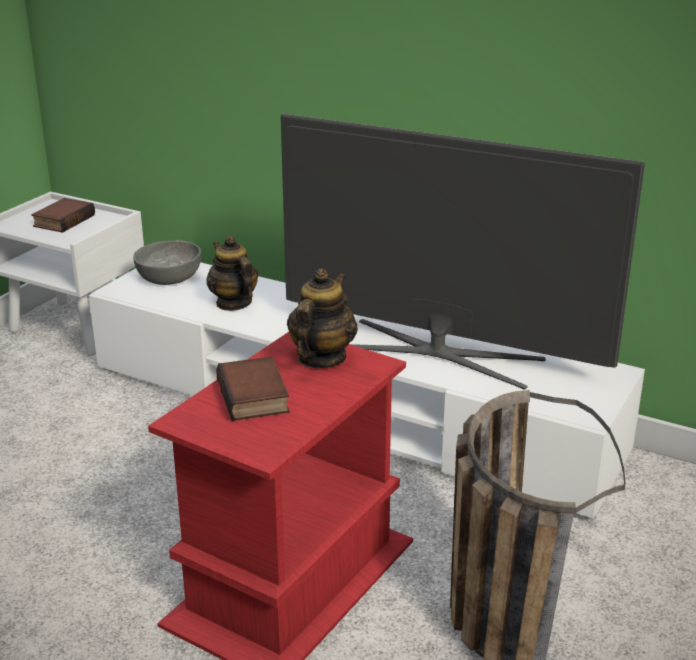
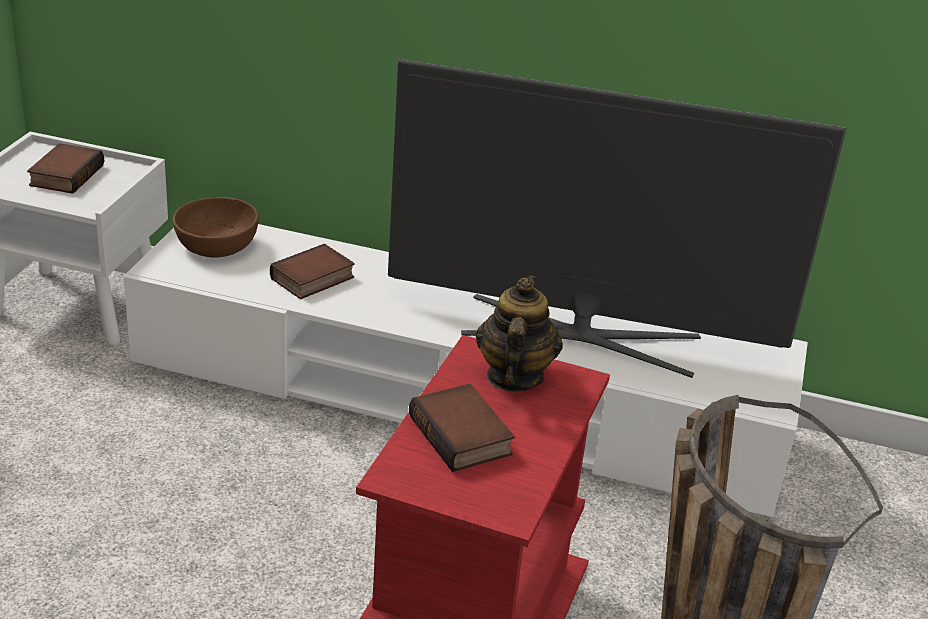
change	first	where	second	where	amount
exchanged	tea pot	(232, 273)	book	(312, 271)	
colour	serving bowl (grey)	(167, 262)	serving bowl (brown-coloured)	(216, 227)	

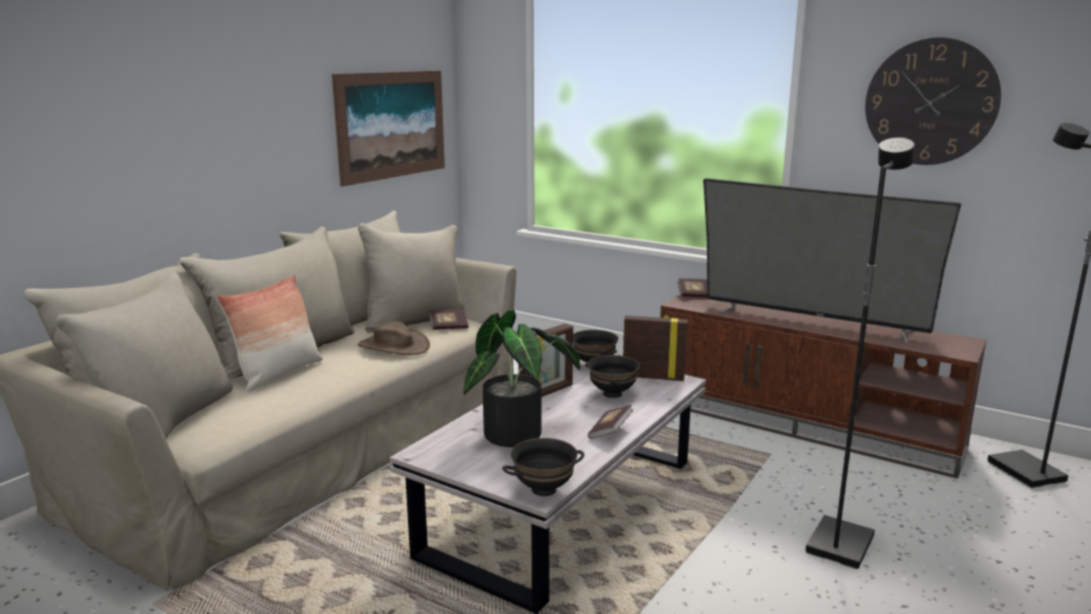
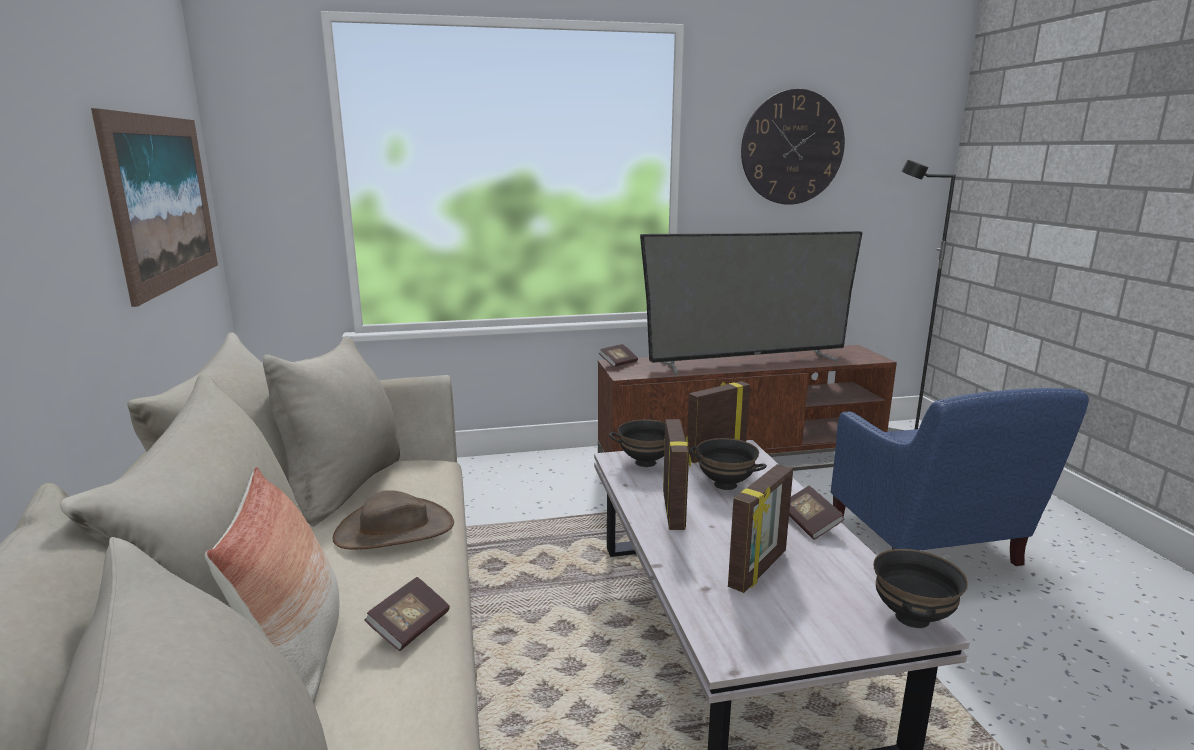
change	first	where	second	where	amount
exchanged	standard lamp (blackish)	(860, 353)	armchair (blue-coloured)	(960, 477)	
relocated	book	(449, 319)		(407, 614)	
exchanged	potted plant	(521, 378)	photo frame	(760, 528)	

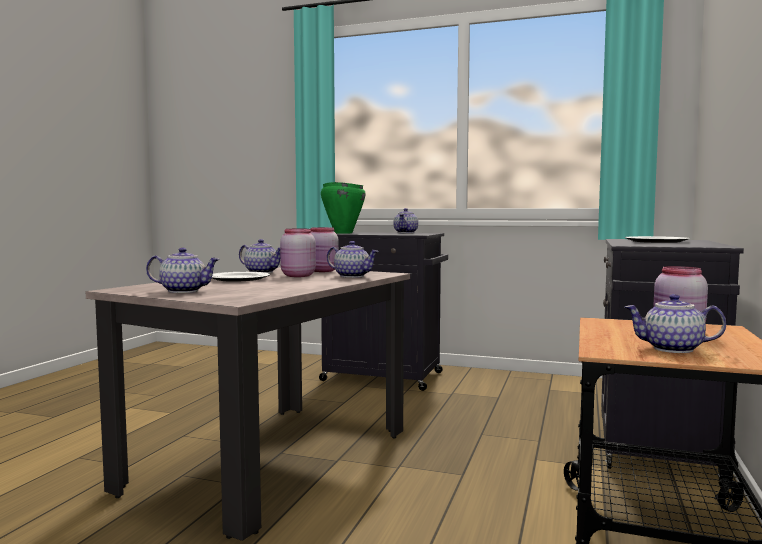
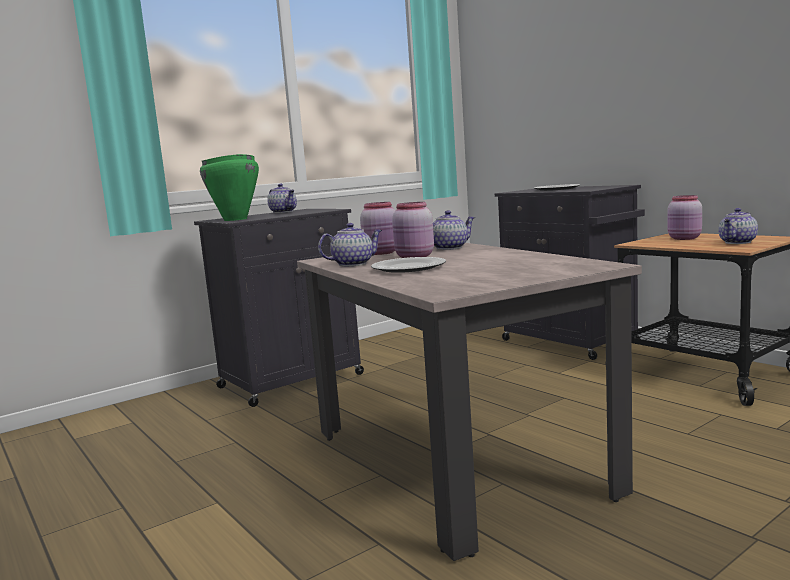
change	first	where	second	where	amount
missing	tea pot	(183, 270)			

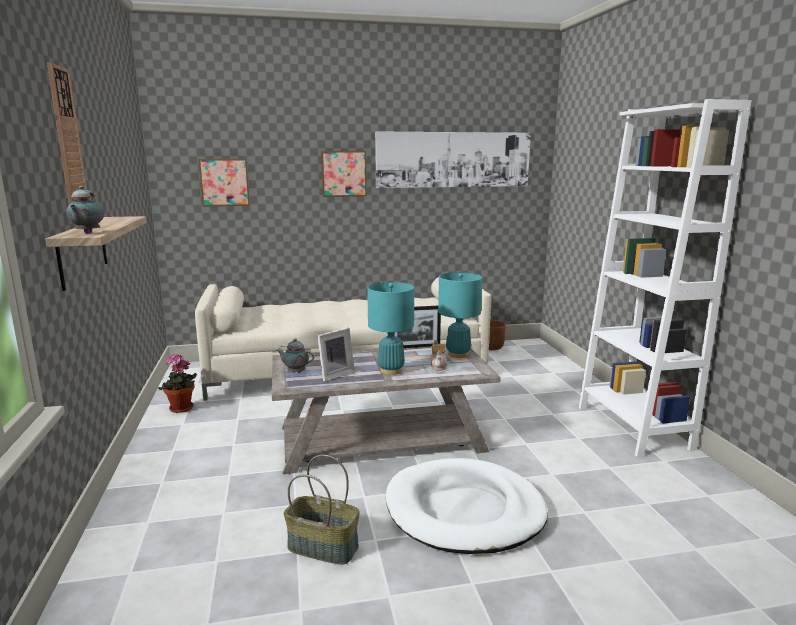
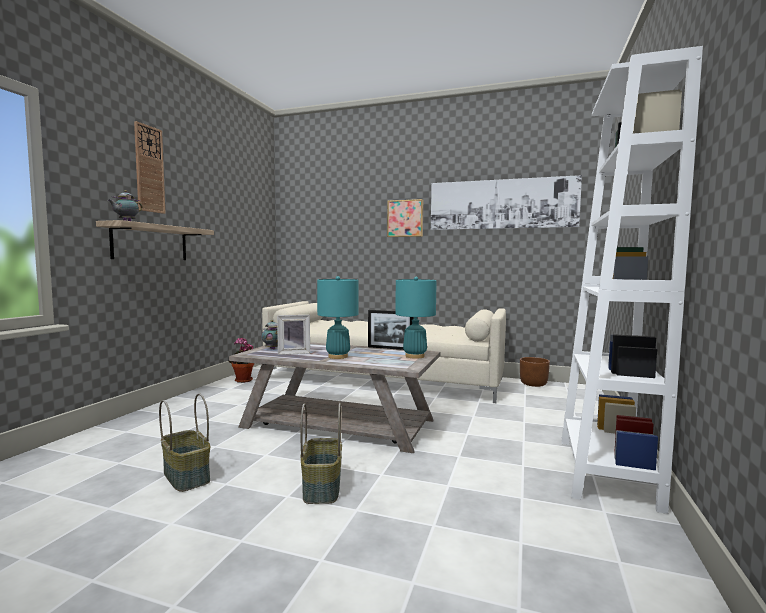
change	first	where	second	where	amount
missing	wall art	(224, 183)			
missing	tea pot	(438, 355)			
exchanged	pet bed (white-coloured)	(467, 506)	basket	(321, 453)	

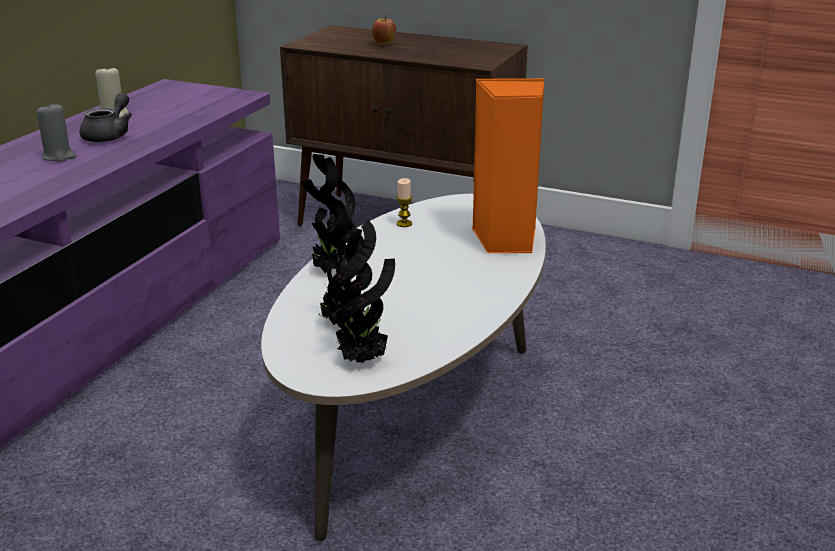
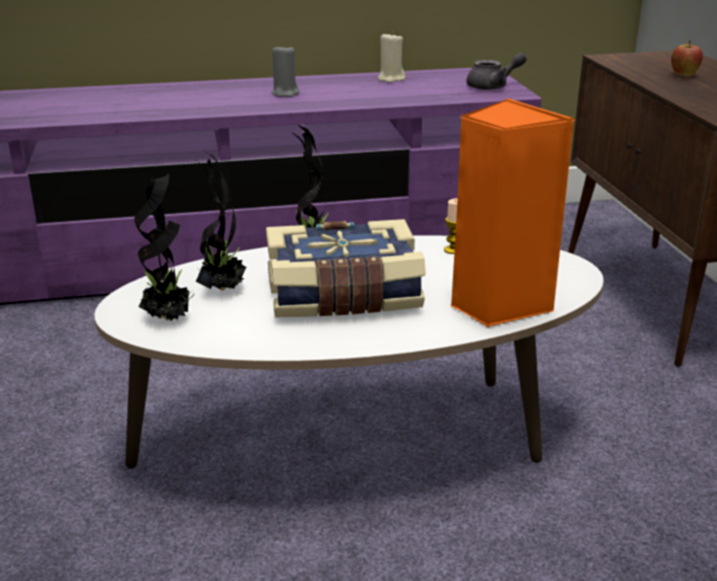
change	first	where	second	where	amount
relocated	tea pot (grey)	(106, 117)		(496, 71)	
appeared			book	(346, 268)	

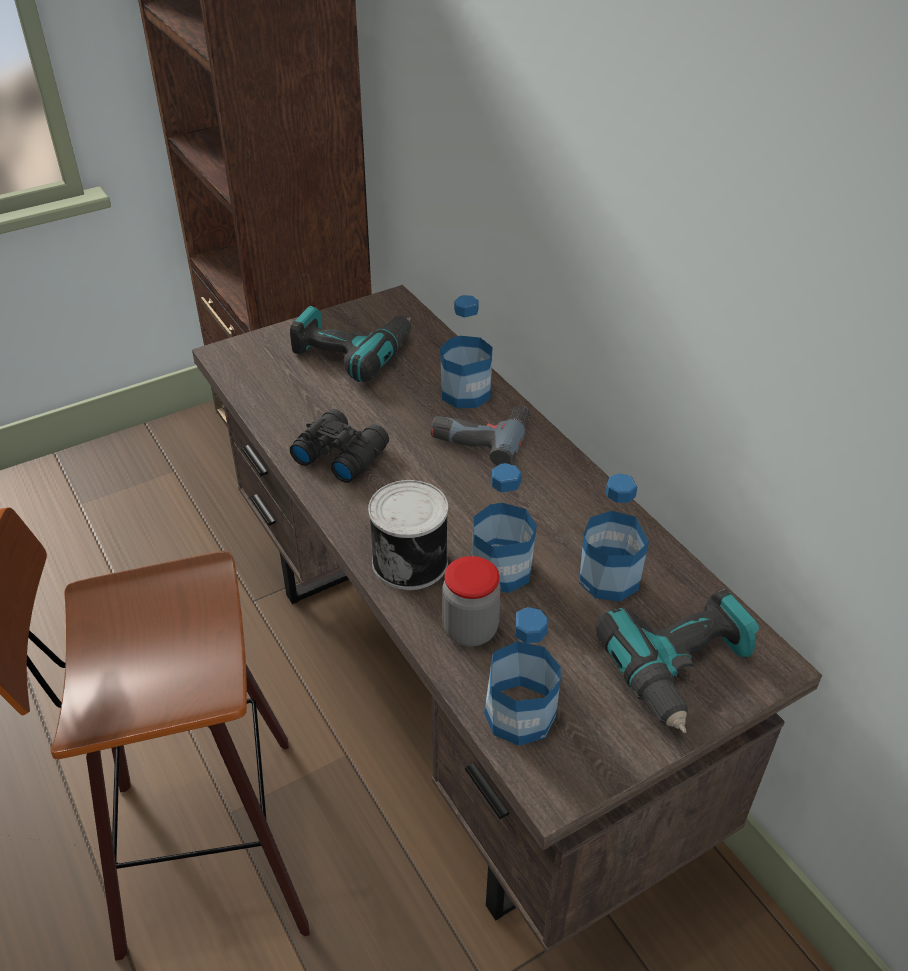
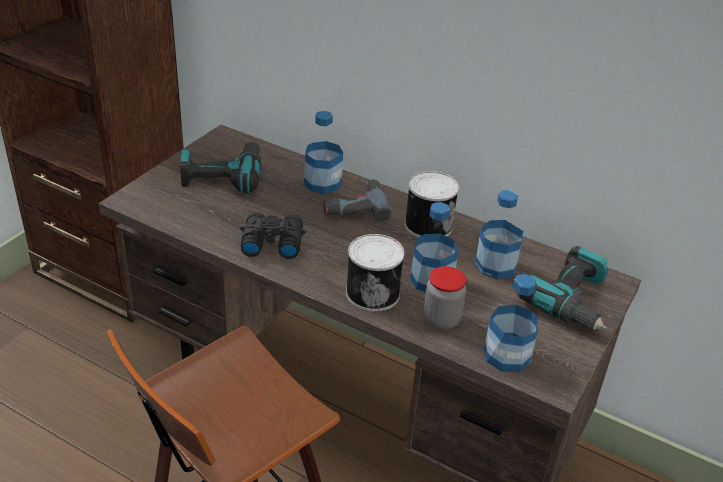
change	first	where	second	where	amount
appeared			sealed can	(432, 204)	

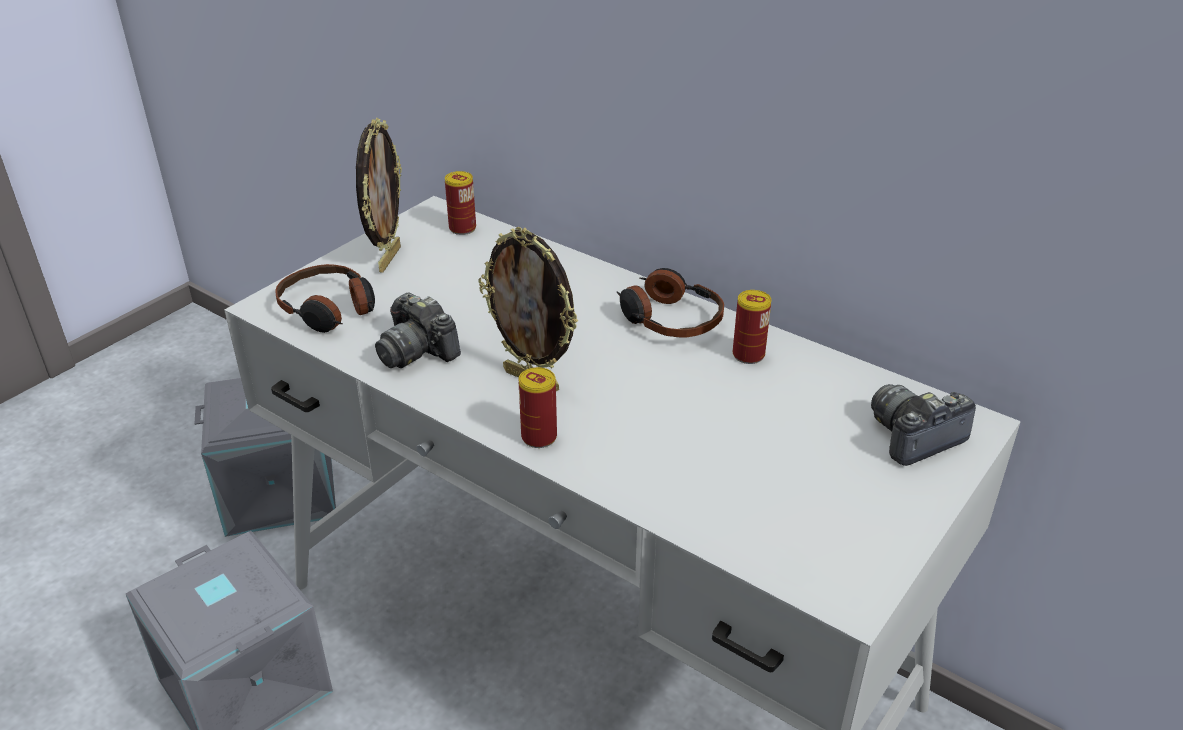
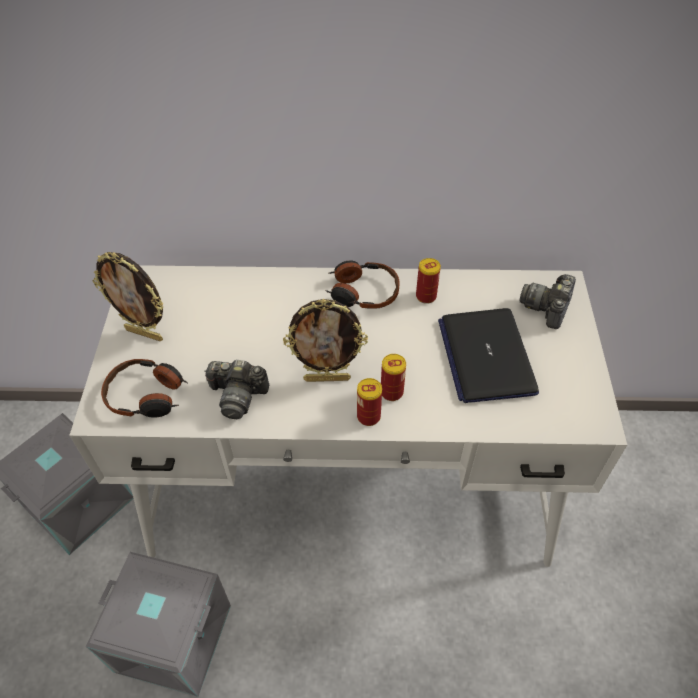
change	first	where	second	where	amount
spun	photo frame	(379, 195)		(128, 296)	135 degrees clockwise
relocated	sealed can	(460, 203)		(393, 377)	
appeared			laptop	(488, 355)	

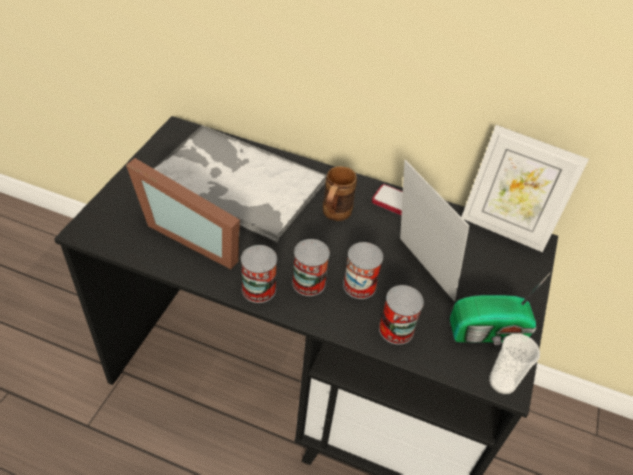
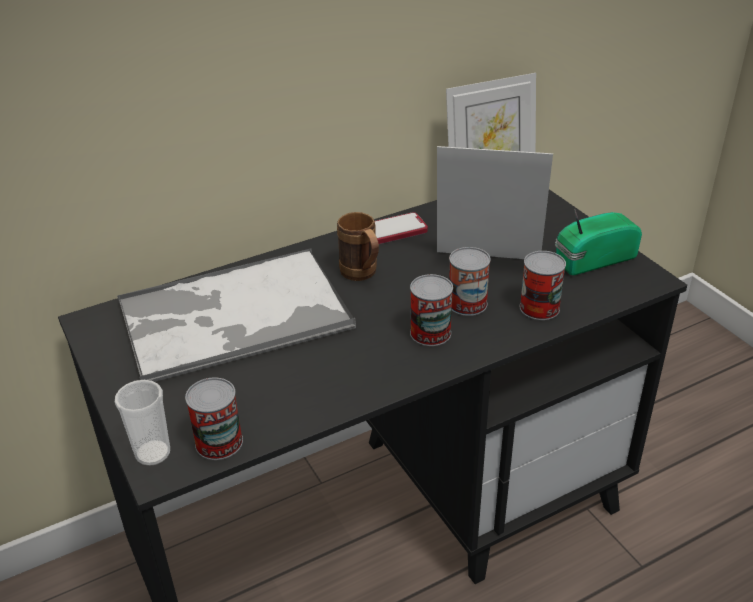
change	first	where	second	where	amount
missing	photo frame	(183, 213)			
relocated	sealed can	(259, 274)		(214, 419)	
spun	radio	(500, 308)		(598, 241)	150 degrees counterclockwise
relocated	small cup	(514, 364)		(142, 423)	

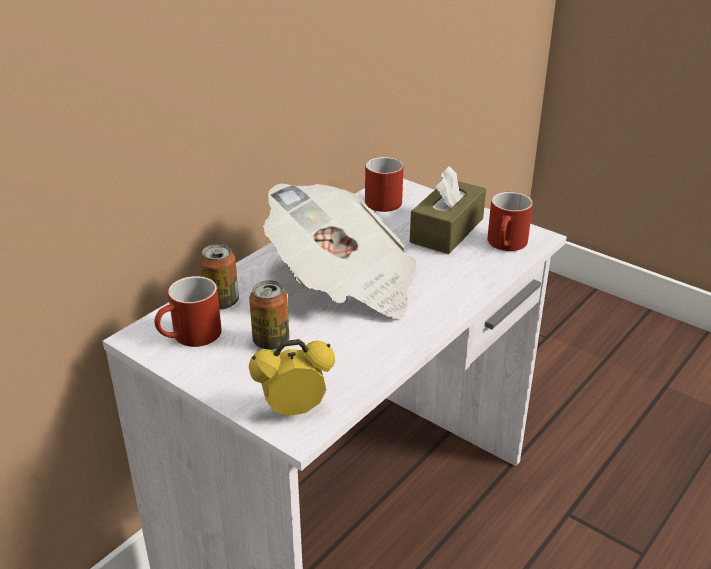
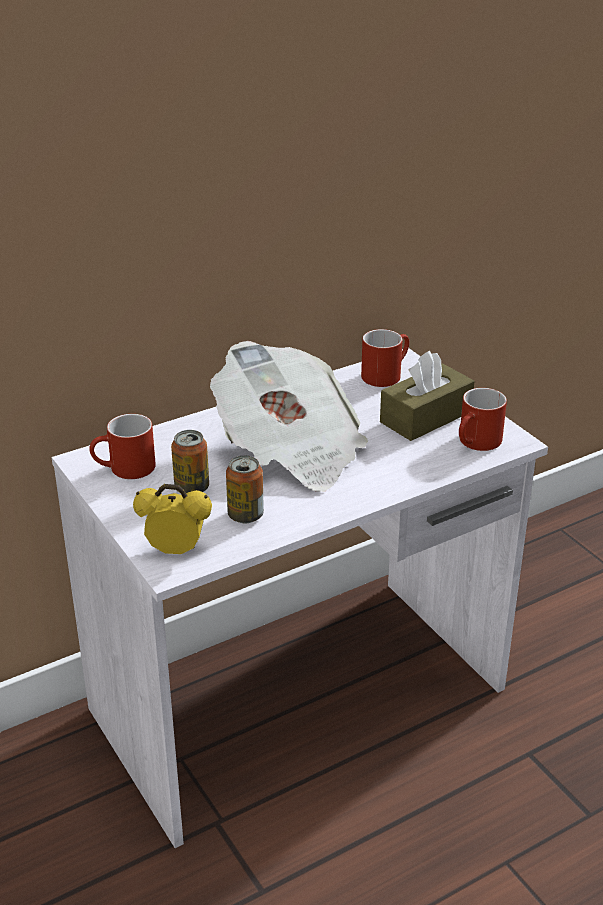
change	first	where	second	where	amount
relocated	sealed can	(219, 277)		(245, 489)	

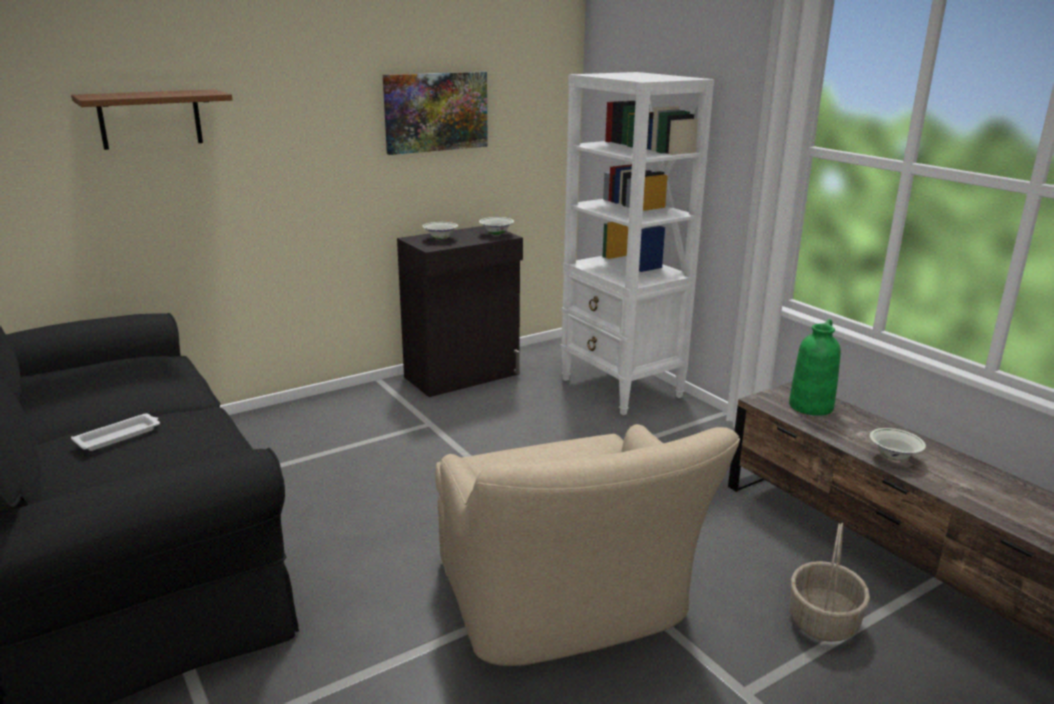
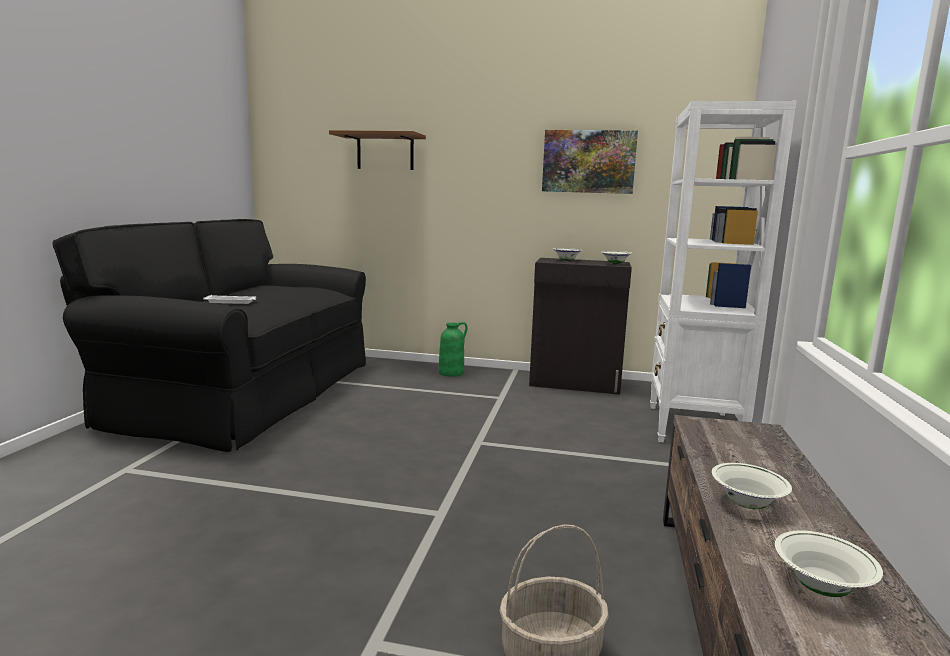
change	first	where	second	where	amount
relocated	flower vase (green)	(815, 367)		(453, 349)	
missing	armchair (beige)	(587, 545)			
appeared			serving bowl (white-coloured)	(829, 563)	

